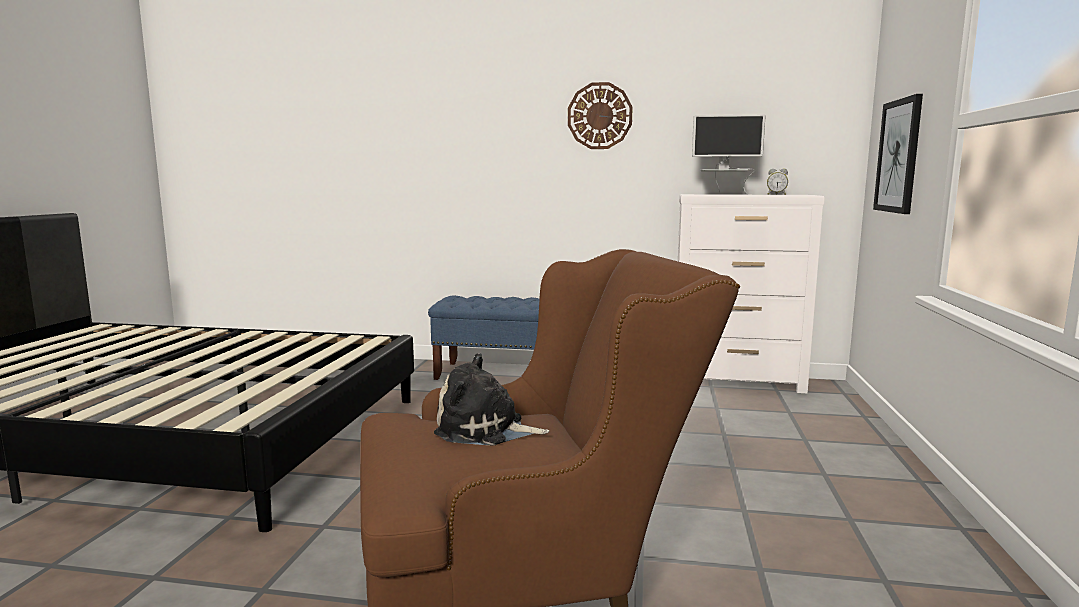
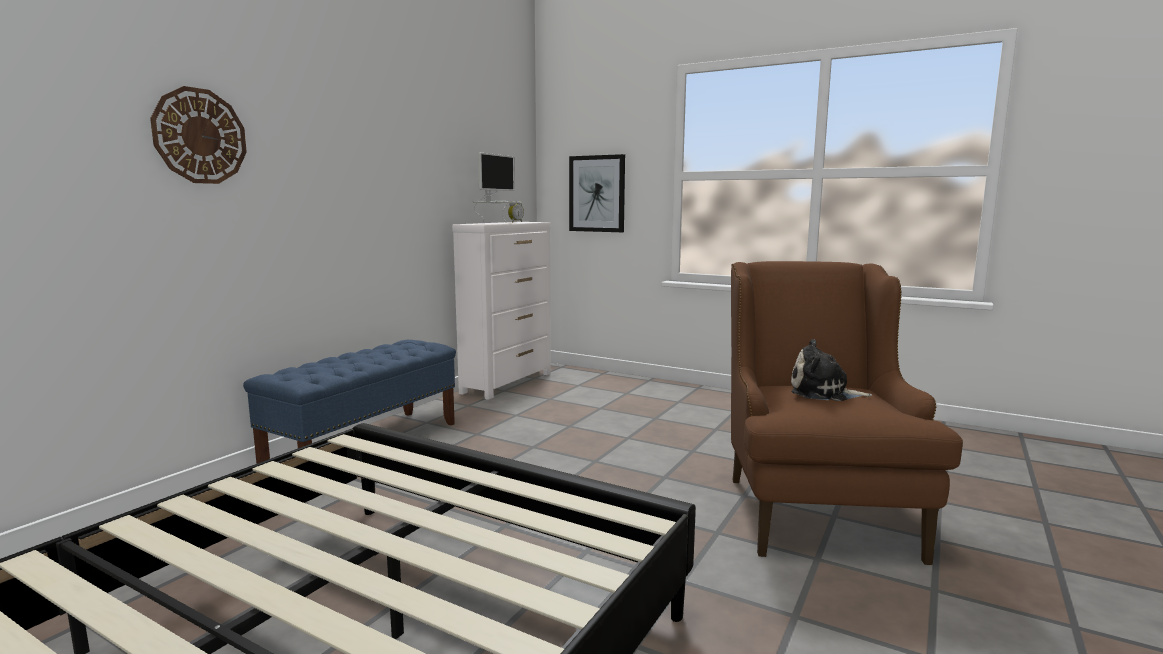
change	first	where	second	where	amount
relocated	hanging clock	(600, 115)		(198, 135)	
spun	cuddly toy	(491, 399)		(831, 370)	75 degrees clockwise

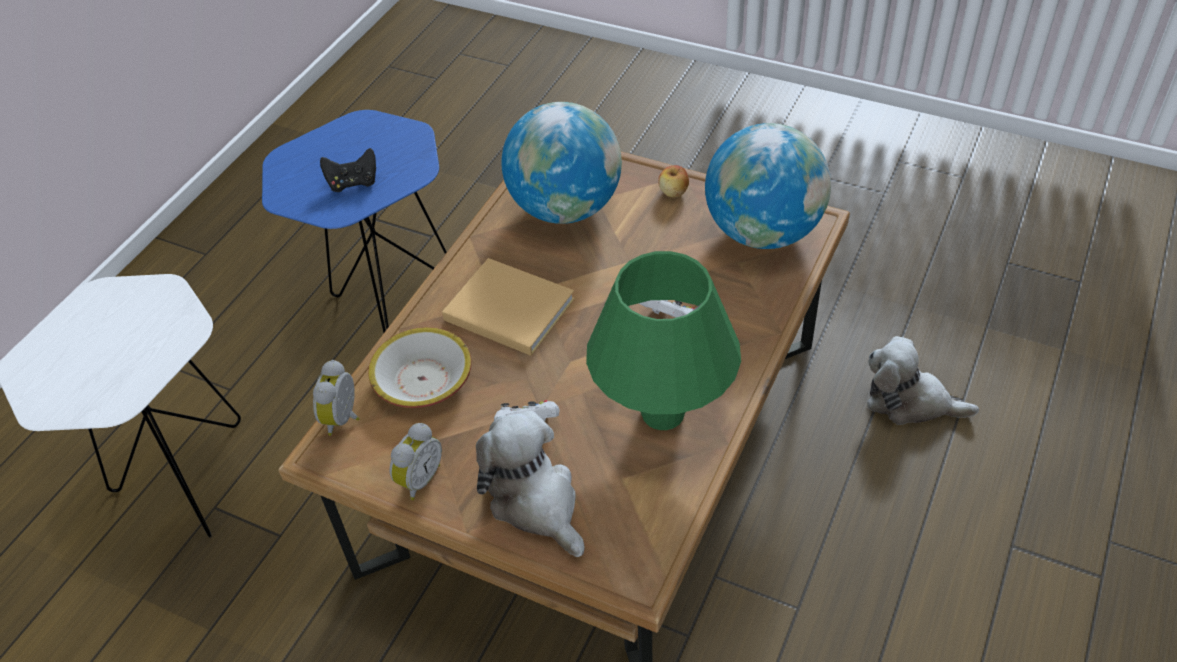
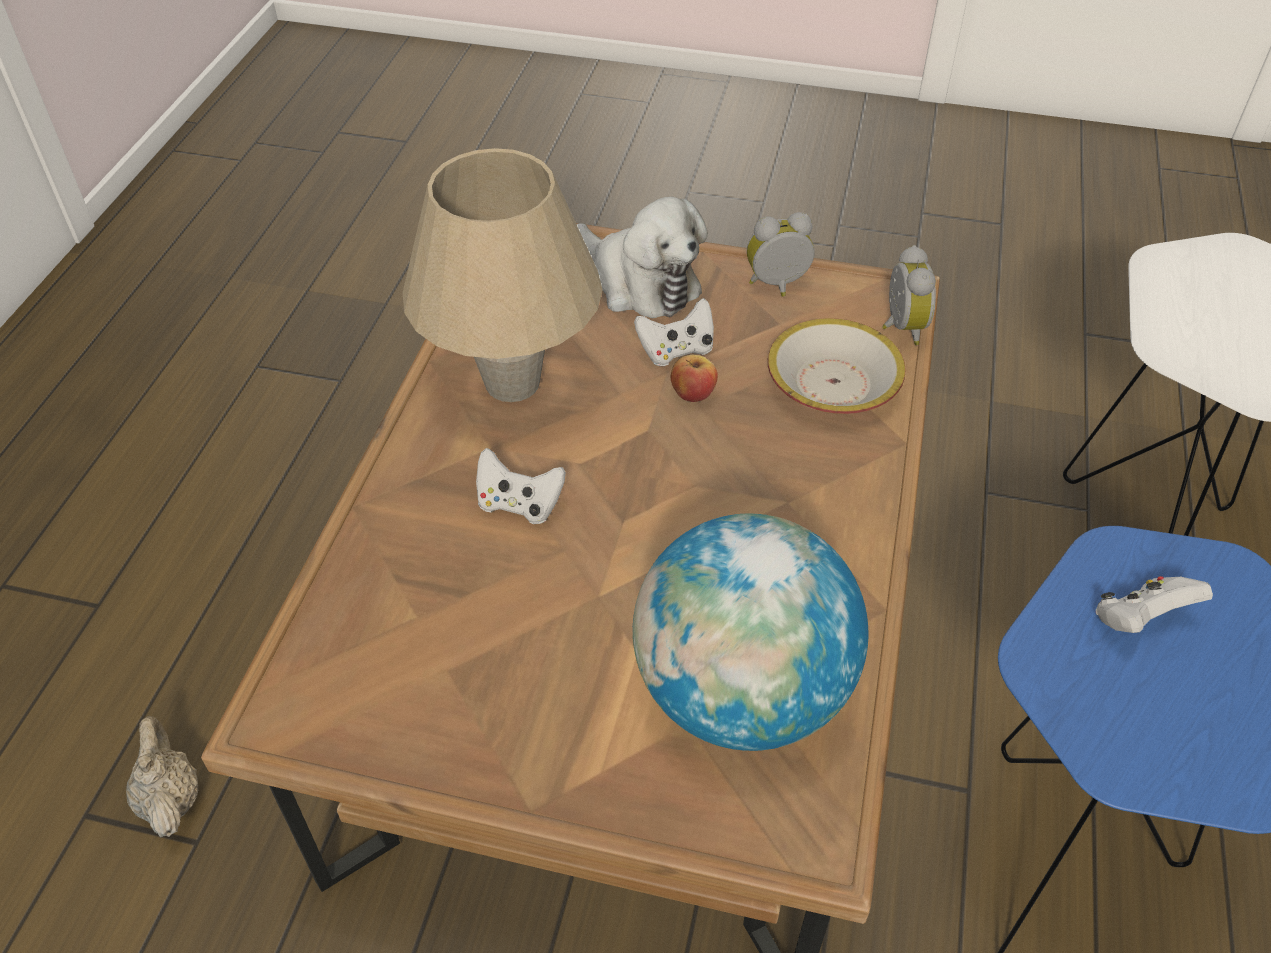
change	first	where	second	where	amount
missing	desk globe	(768, 186)			
colour	game controller (blackish)	(348, 170)	game controller (white-coloured)	(1154, 604)	
relocated	apple fruit	(673, 181)		(694, 378)	
colour	table lamp (green)	(663, 340)	table lamp (beige)	(503, 275)	
missing	book (beige)	(508, 307)			
exchanged	cuddly toy	(923, 380)	tea pot (beige)	(162, 776)	
spun	table clock	(416, 461)		(781, 254)	60 degrees clockwise

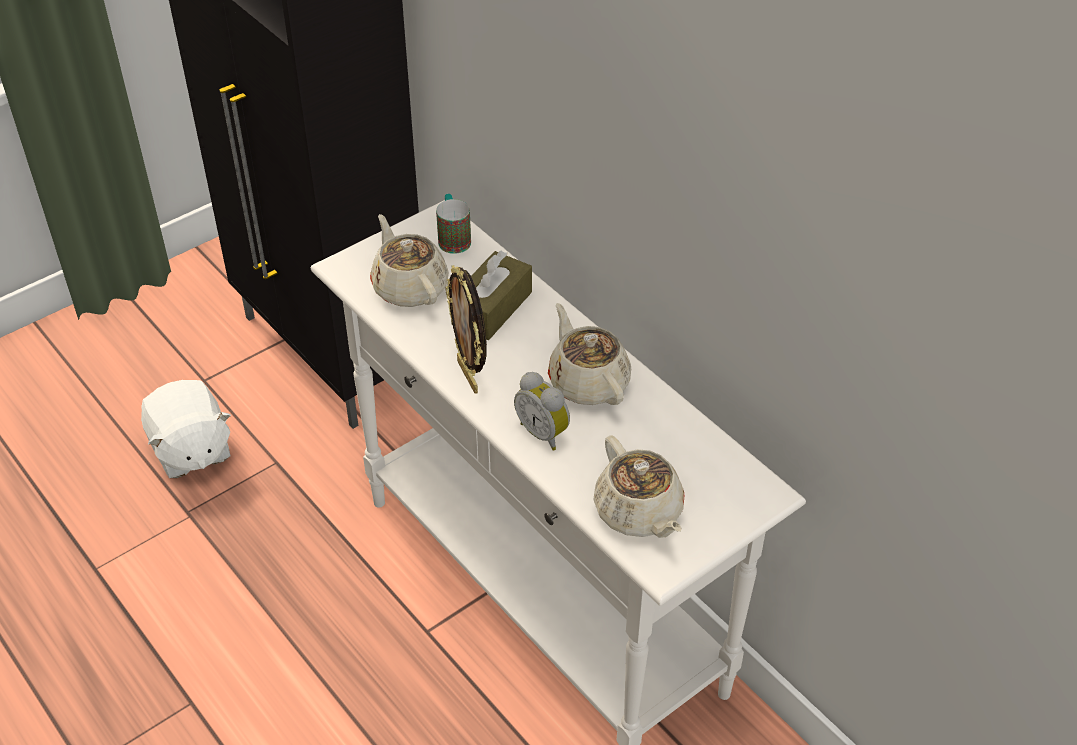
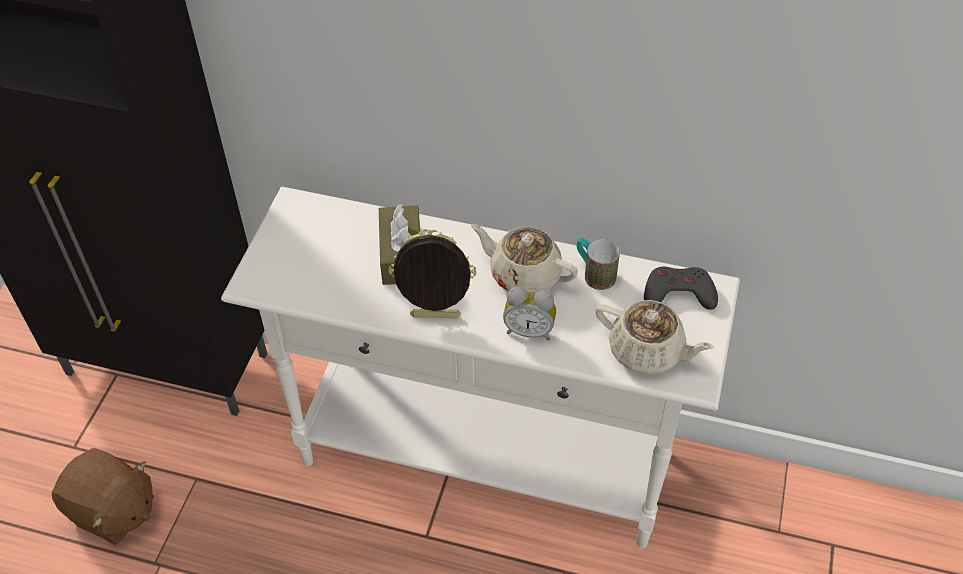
change	first	where	second	where	amount
relocated	coffee mug	(453, 224)		(598, 264)	
missing	tea pot (beige)	(409, 260)			
spun	photo frame	(466, 329)		(432, 273)	150 degrees clockwise
colour	cuddly toy (white-coloured)	(186, 429)	cuddly toy (brown-coloured)	(103, 496)	
appeared			game controller (grey)	(681, 288)	

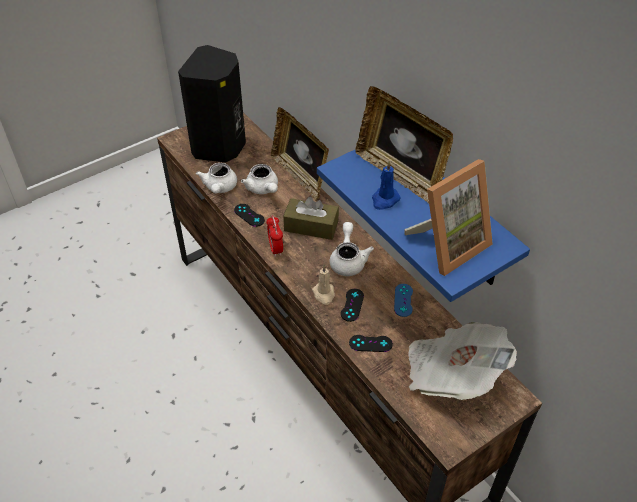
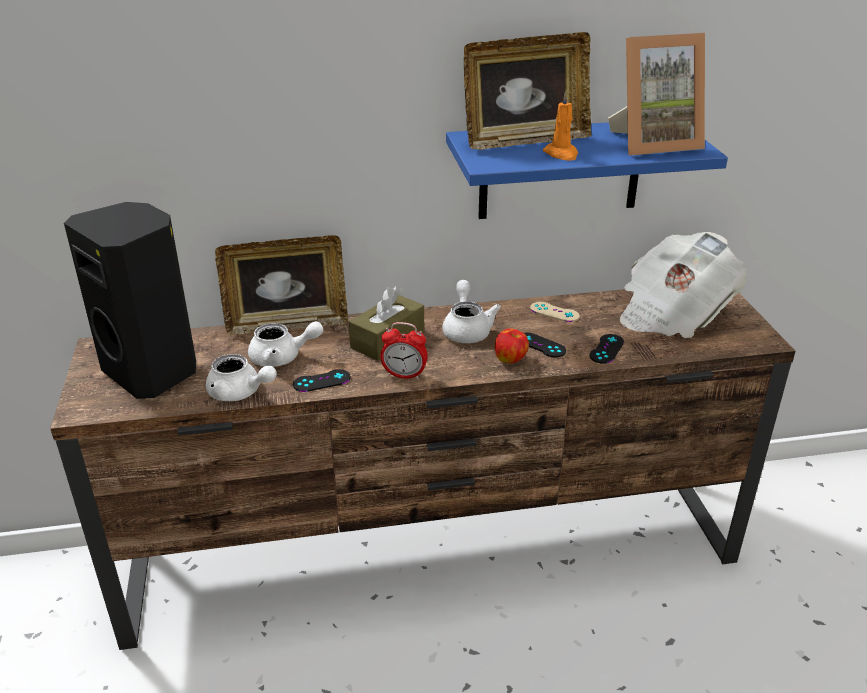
change	first	where	second	where	amount
spun	photo frame	(448, 217)		(656, 94)	90 degrees clockwise
colour	candle (blue-coloured)	(386, 185)	candle (orangey)	(560, 125)	
spun	tea pot (white-coloured)	(352, 249)		(471, 311)	60 degrees clockwise
exchanged	candle (beige)	(323, 285)	apple fruit	(512, 345)	
colour	game controller (blue-coloured)	(403, 300)	game controller (beige)	(555, 312)	

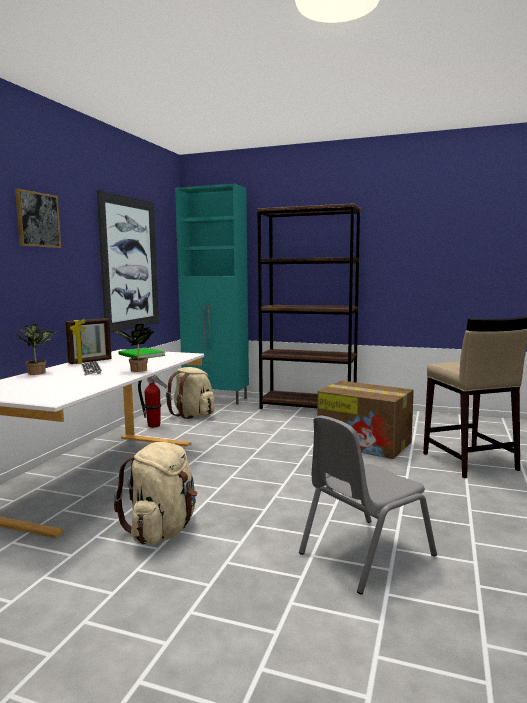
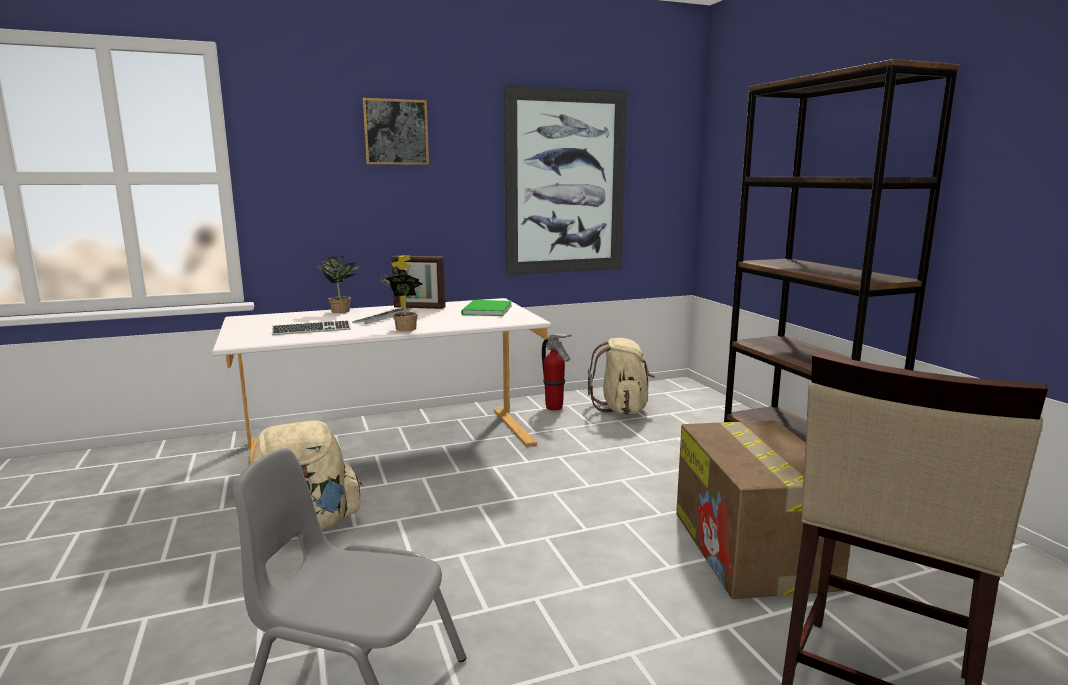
change	first	where	second	where	amount
missing	storage cabinet (blue-green)	(212, 294)			
appeared			computer keyboard	(311, 327)	

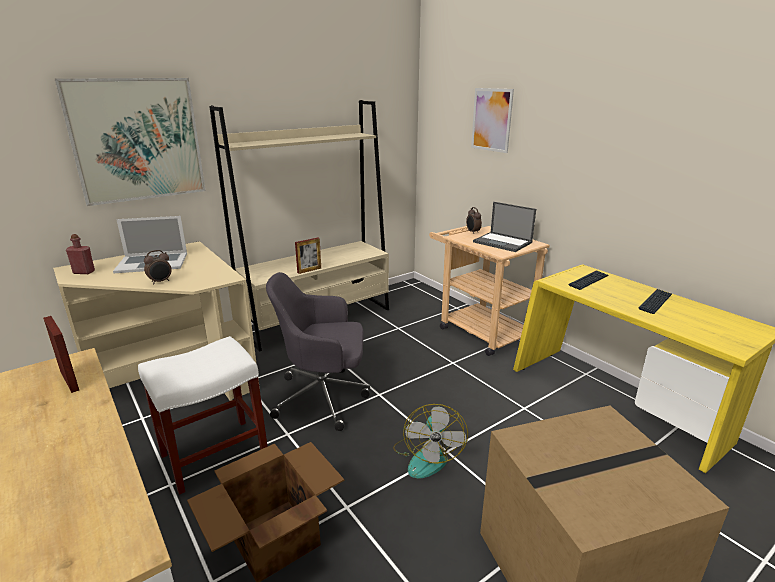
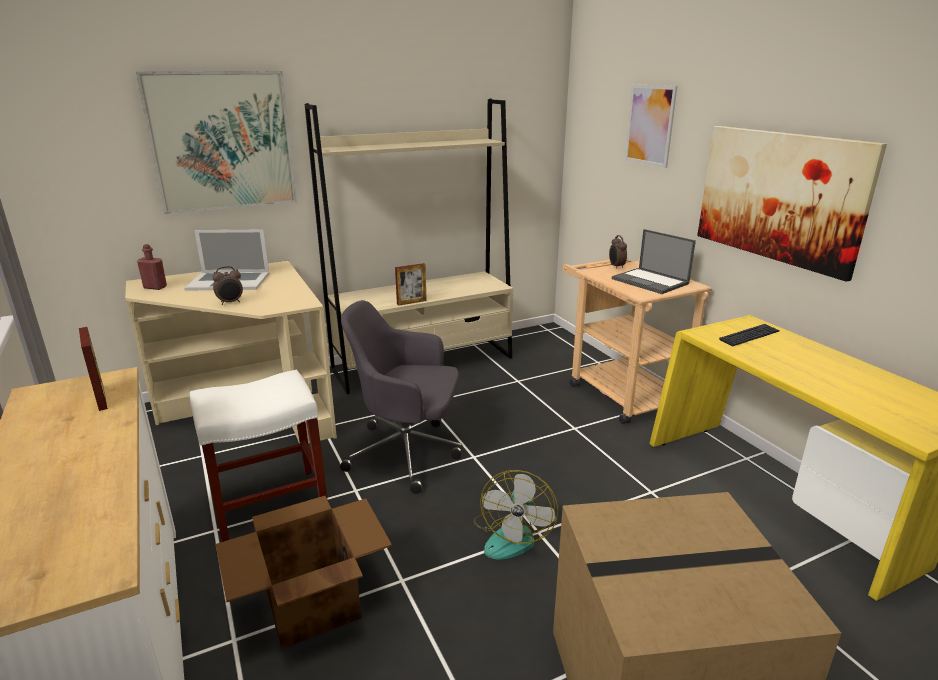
change	first	where	second	where	amount
missing	computer keyboard	(655, 301)			
appeared			wall art	(792, 204)	

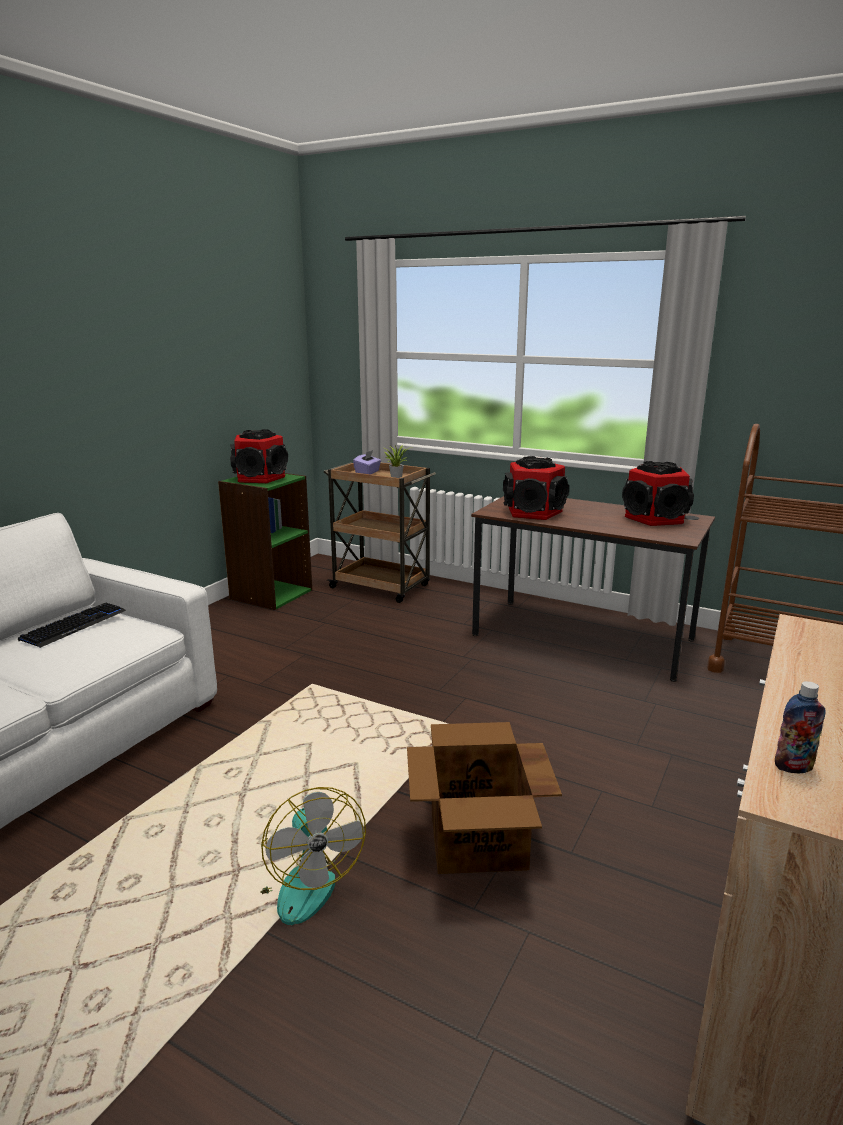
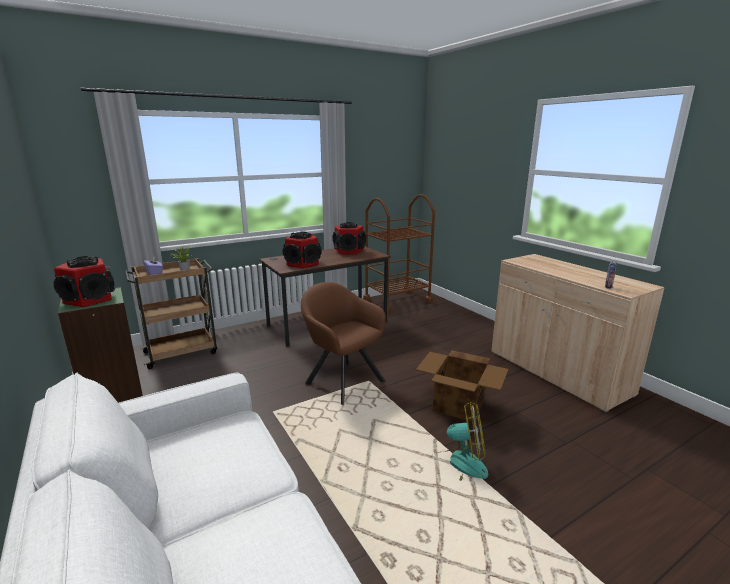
change	first	where	second	where	amount
missing	computer keyboard	(72, 625)			
appeared			armchair (brown-coloured)	(343, 343)	

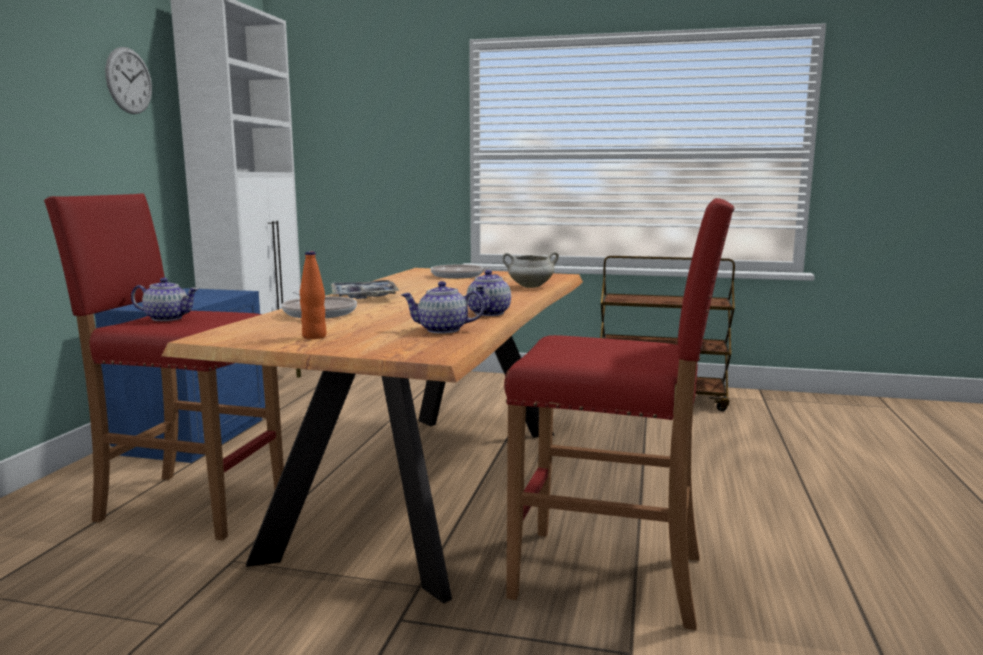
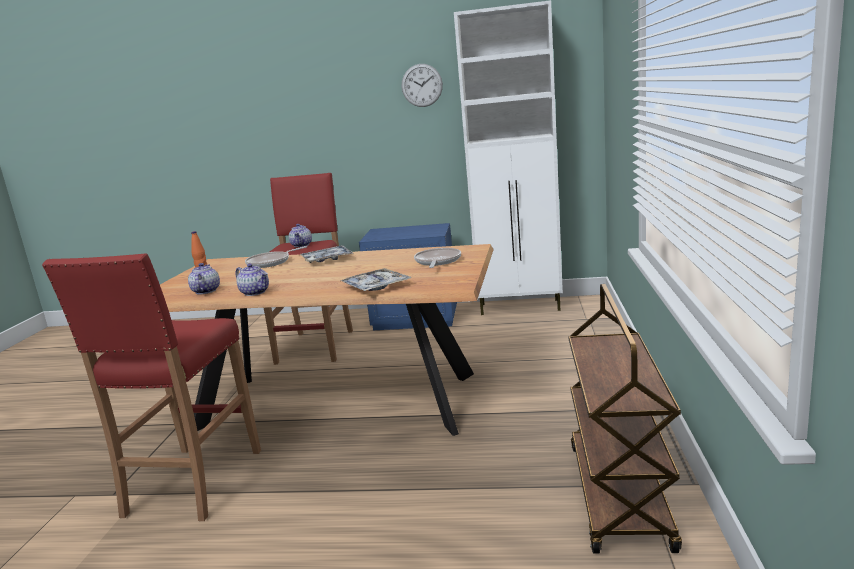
change	first	where	second	where	amount
exchanged	saucepot (white-coloured)	(530, 270)	serving tray	(376, 279)	
spun	tea pot	(489, 293)		(252, 279)	150 degrees counterclockwise

